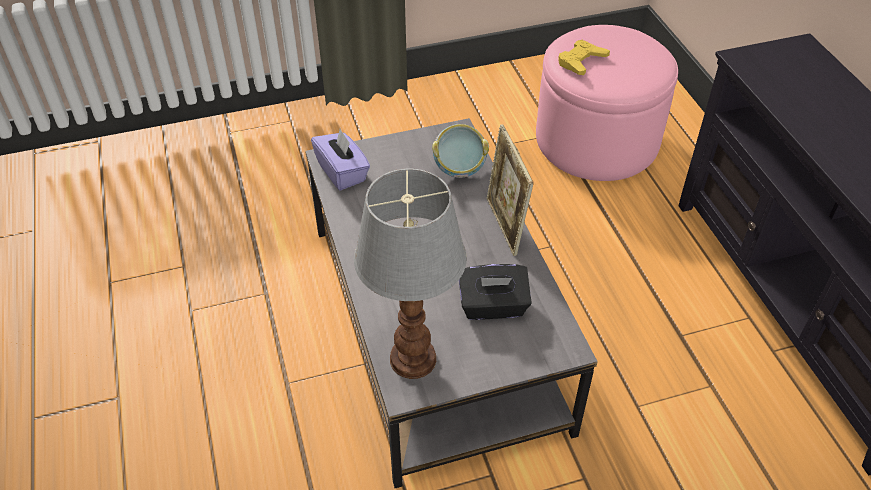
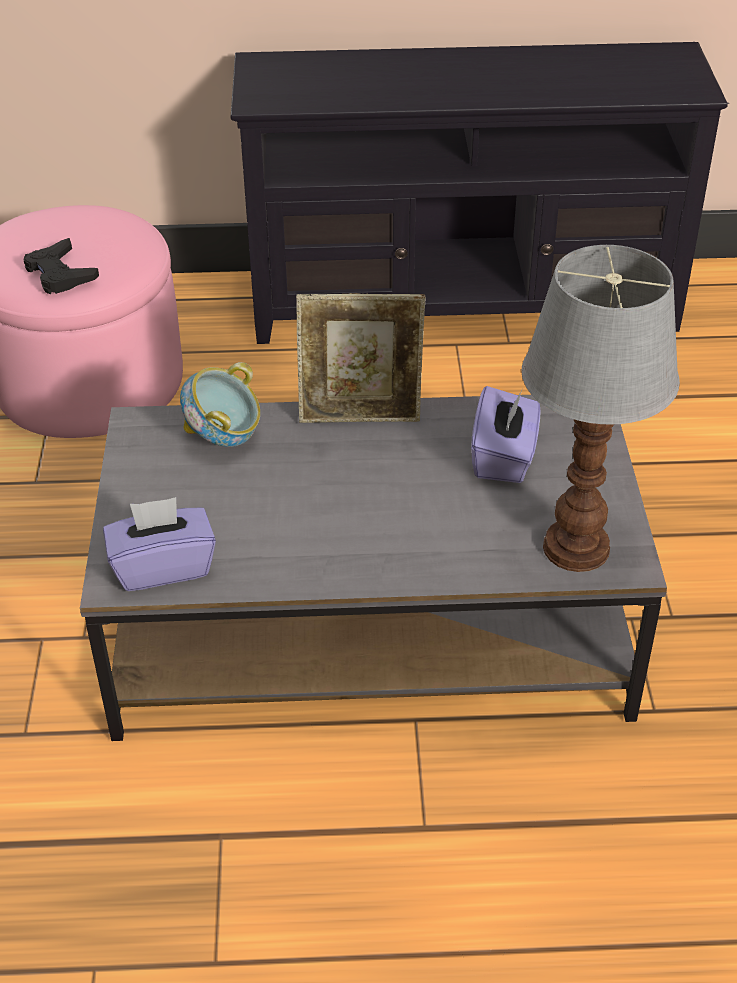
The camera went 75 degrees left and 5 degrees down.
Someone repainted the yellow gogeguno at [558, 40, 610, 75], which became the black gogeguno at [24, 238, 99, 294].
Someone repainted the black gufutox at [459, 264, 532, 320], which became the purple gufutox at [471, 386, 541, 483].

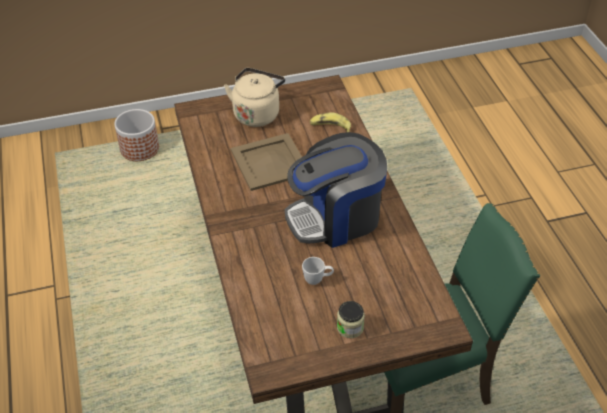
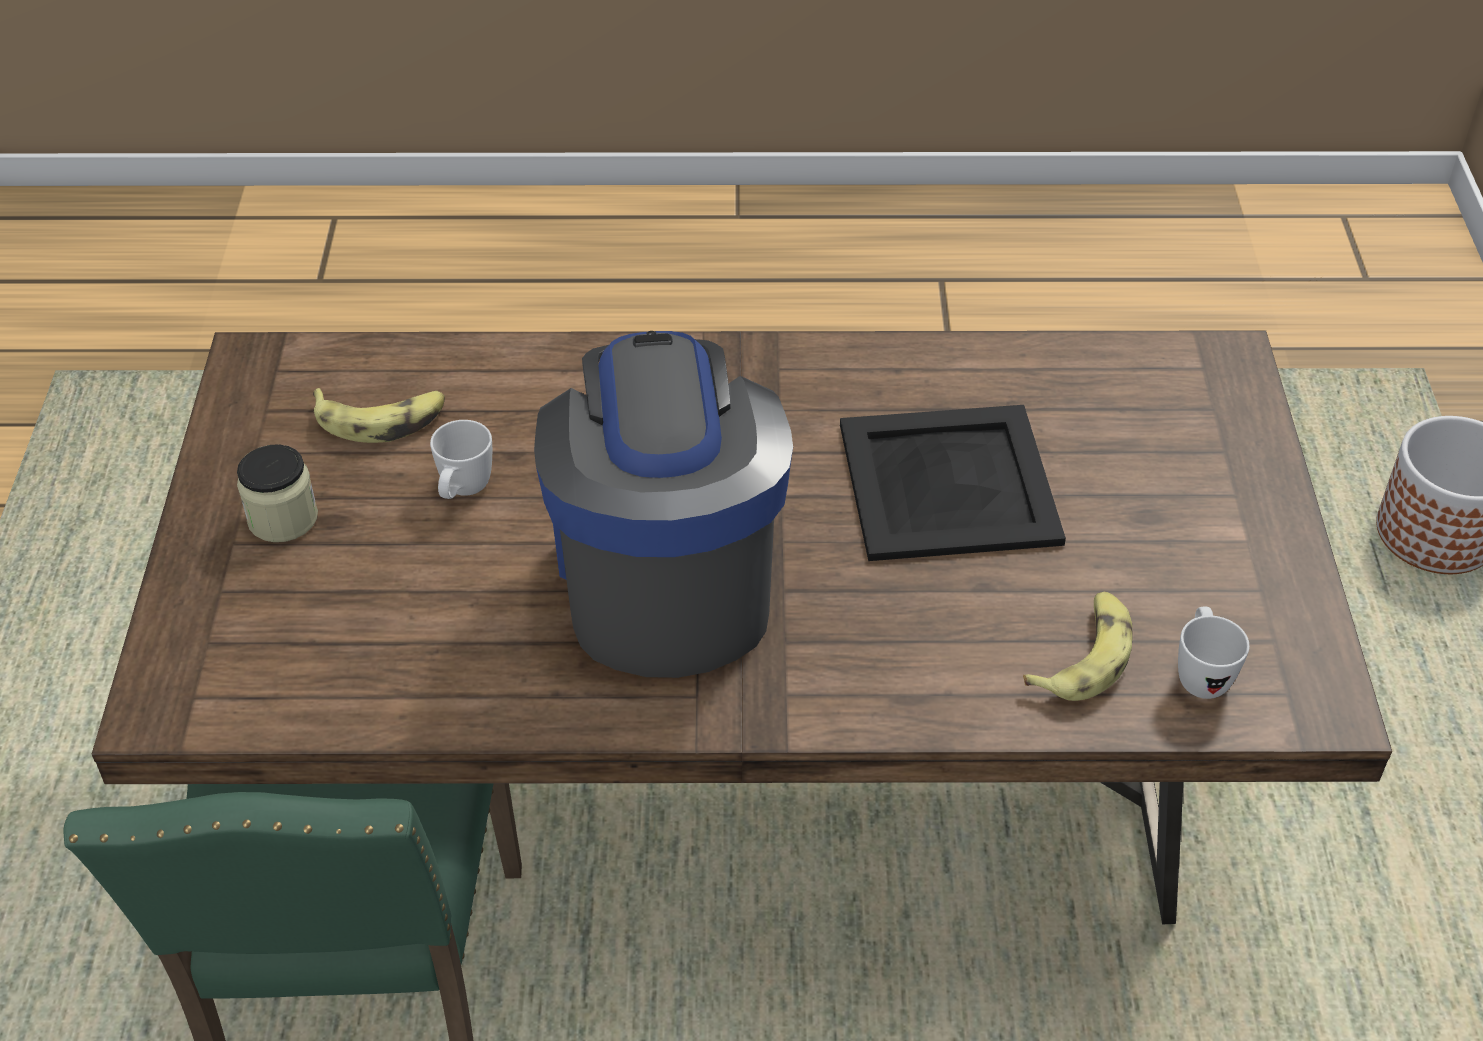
The camera went 105 degrees right and 0 degrees up.
Someone took away the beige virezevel at [224, 68, 285, 127].
Someone repainted the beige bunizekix at [230, 133, 302, 191], which became the black bunizekix at [840, 405, 1066, 561].
Someone put down the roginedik at [313, 388, 445, 443].
Someone put down the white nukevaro at [1178, 606, 1249, 699].

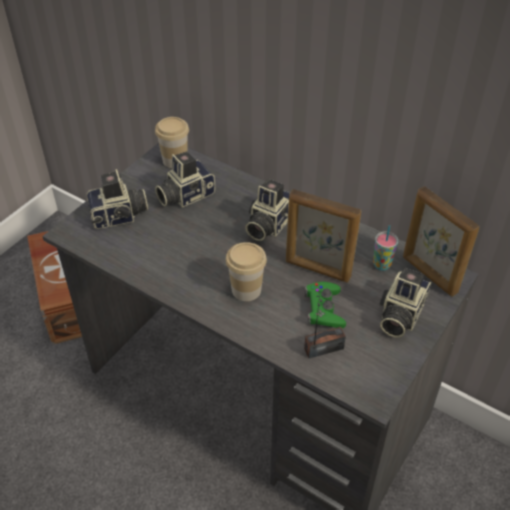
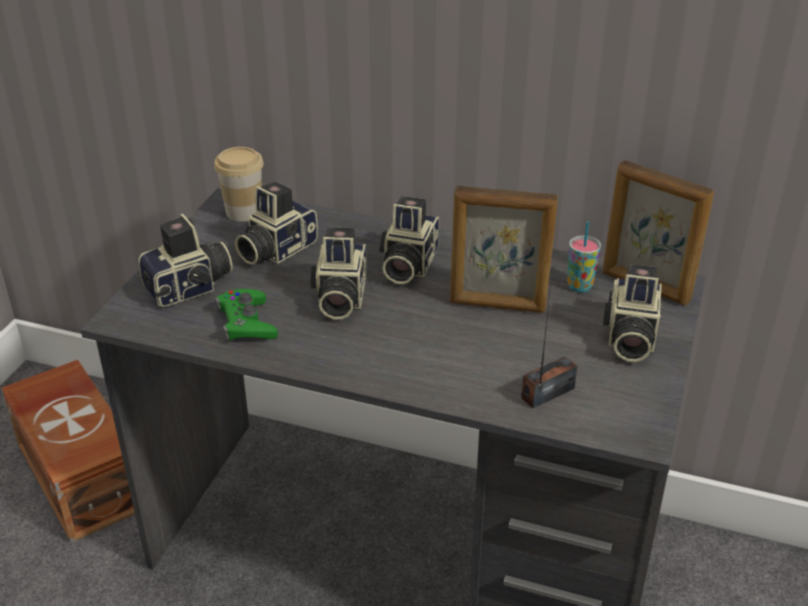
The camera went 15 degrees left and 10 degrees down.
Someone took away the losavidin at [226, 242, 267, 301].
Someone carried the green gogeguno from [305, 282, 346, 328] to [215, 289, 278, 341].
Someone put down the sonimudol at [310, 227, 366, 319].

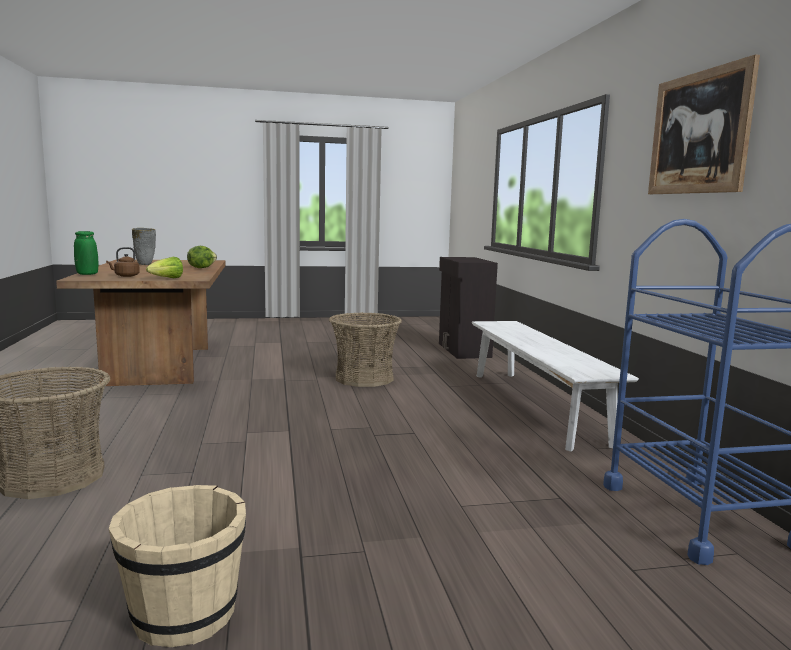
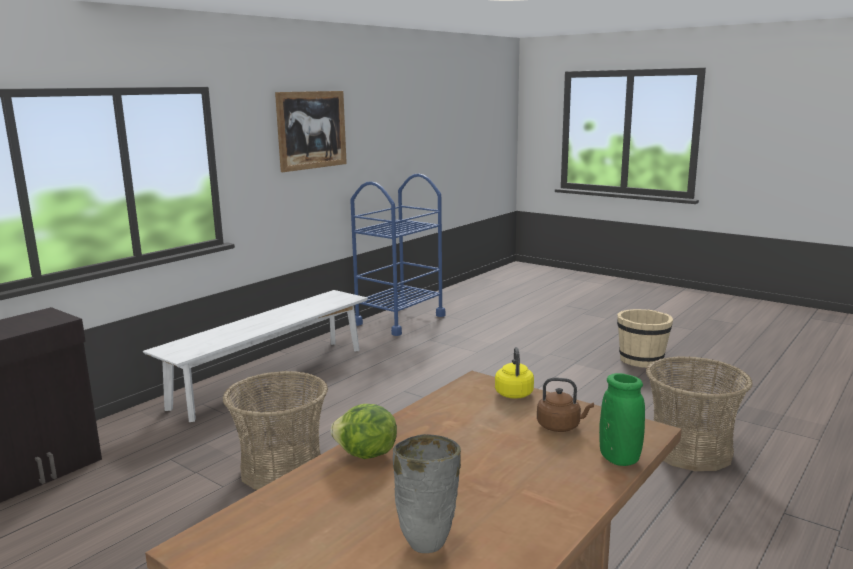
The camera went 130 degrees left and 5 degrees up.
Someone swapped the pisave at [146, 257, 183, 278] for the yellow virezevel at [495, 347, 534, 399].

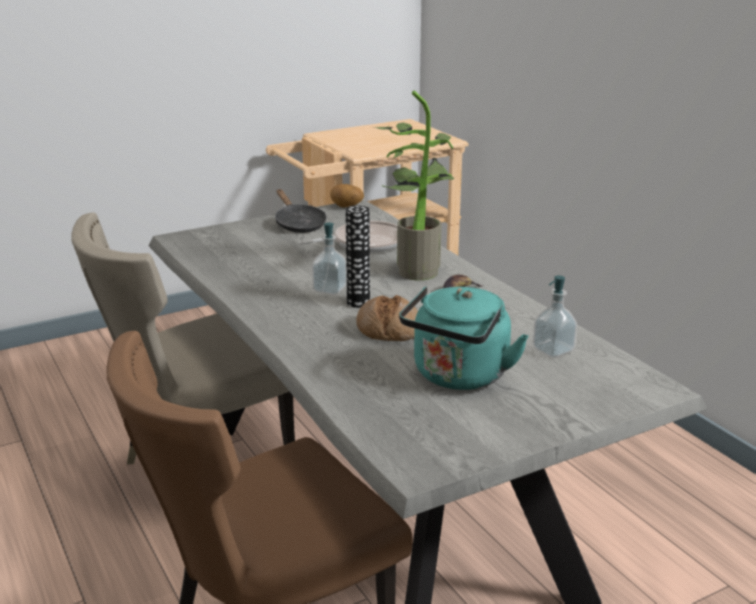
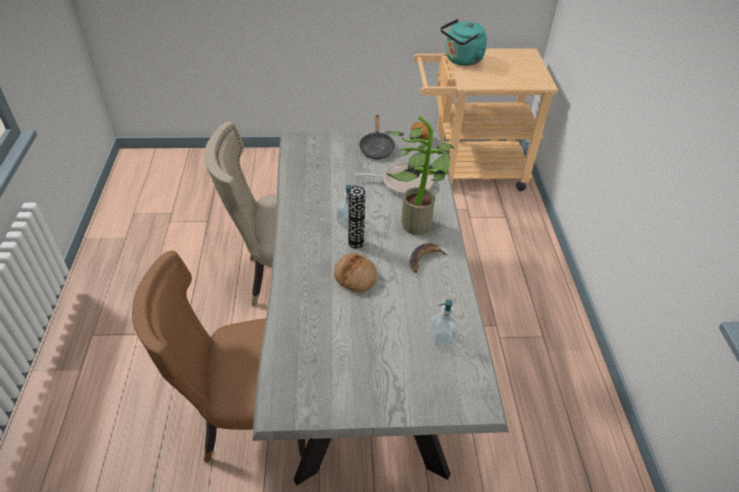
The camera went 25 degrees right and 20 degrees up.
Someone carried the turquoise virezevel from [399, 286, 529, 390] to [440, 19, 487, 66].

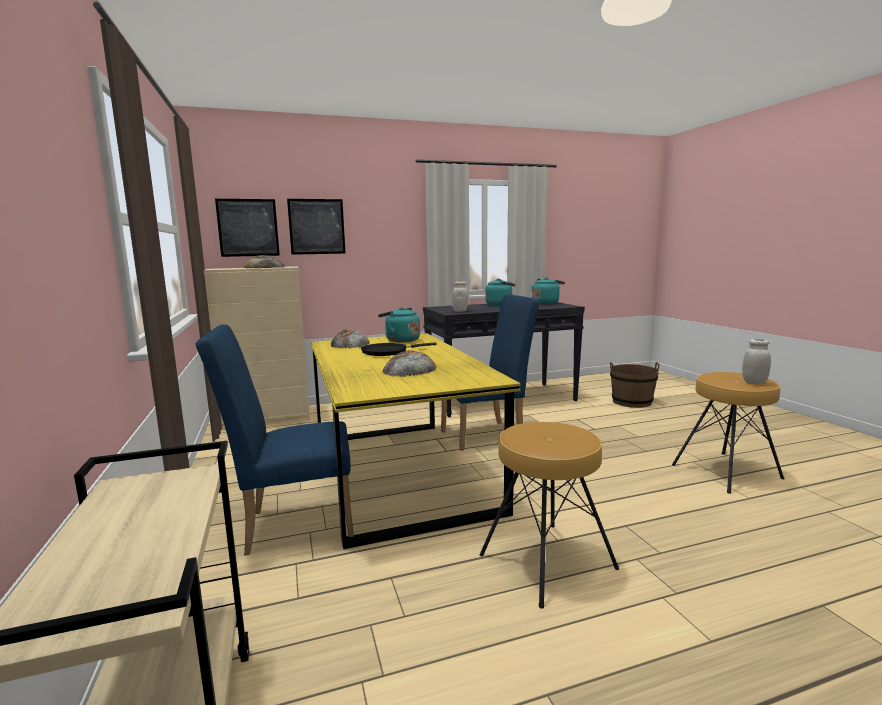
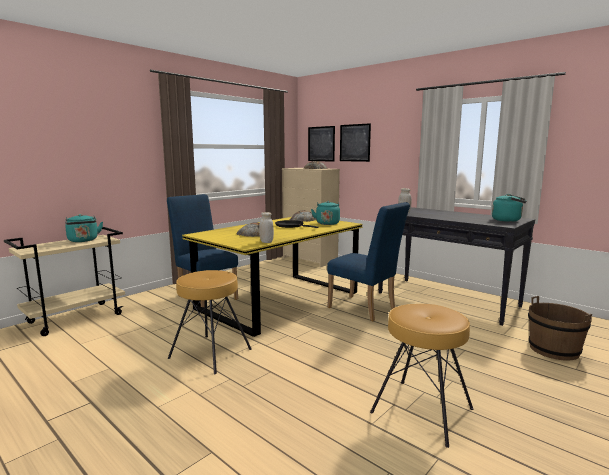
The camera went 60 degrees right and 0 degrees up.
Someone carried the turquoise virezevel from [485, 279, 515, 306] to [65, 214, 103, 242].
Someone carried the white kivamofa from [742, 339, 771, 384] to [259, 212, 274, 243].

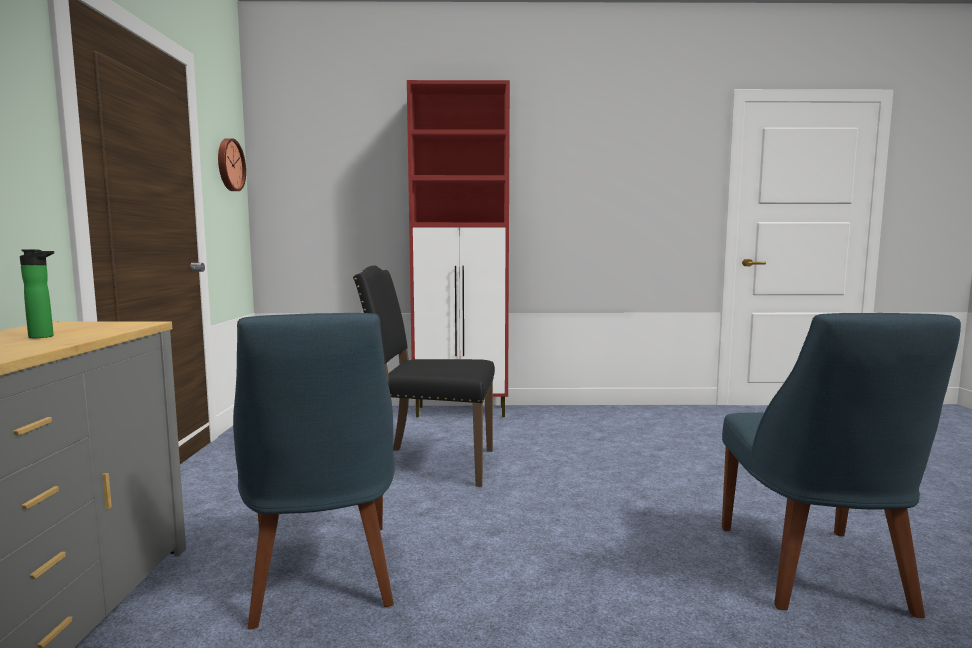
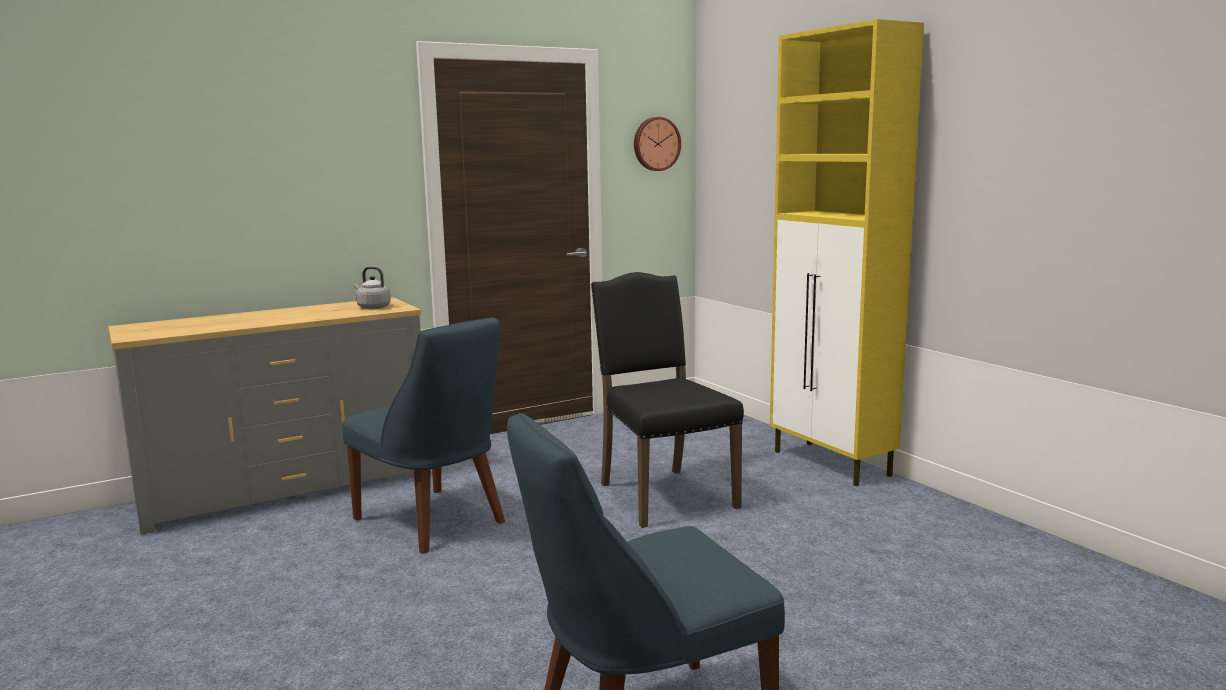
The camera went 60 degrees right and 5 degrees up.
Someone repainted the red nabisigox at [407, 80, 510, 417], which became the yellow nabisigox at [770, 19, 924, 486].
Someone took away the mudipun at [20, 249, 54, 338].
Someone rotated the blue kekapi at [233, 313, 395, 629] by 90 degrees counterclockwise.
Someone put down the grey virezevel at [354, 267, 391, 309].

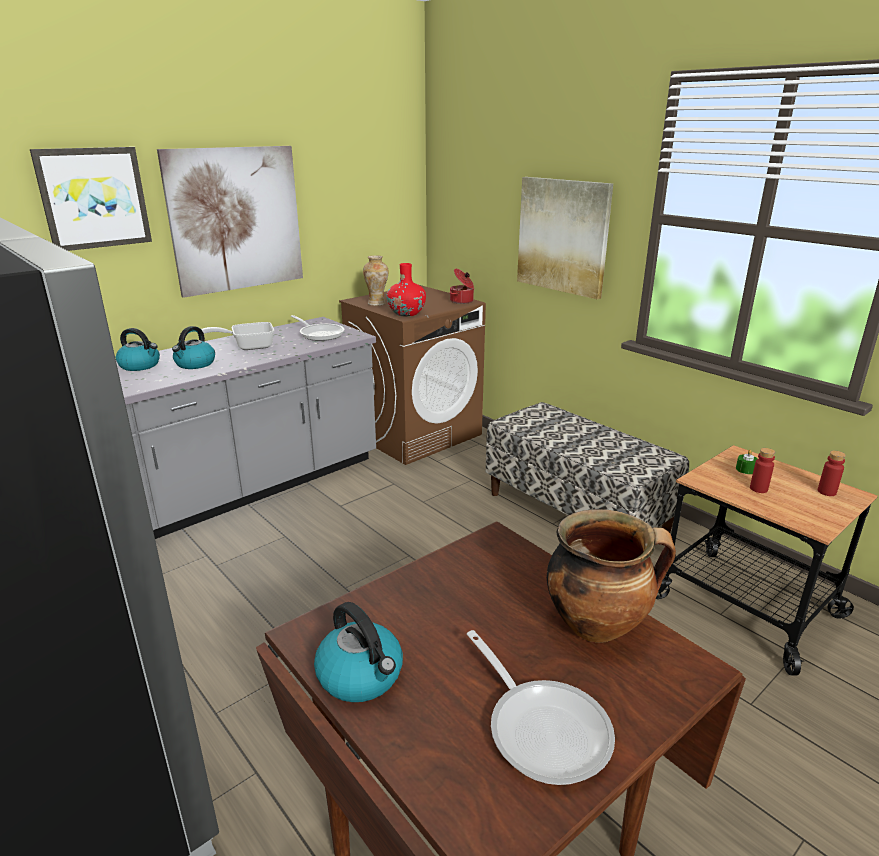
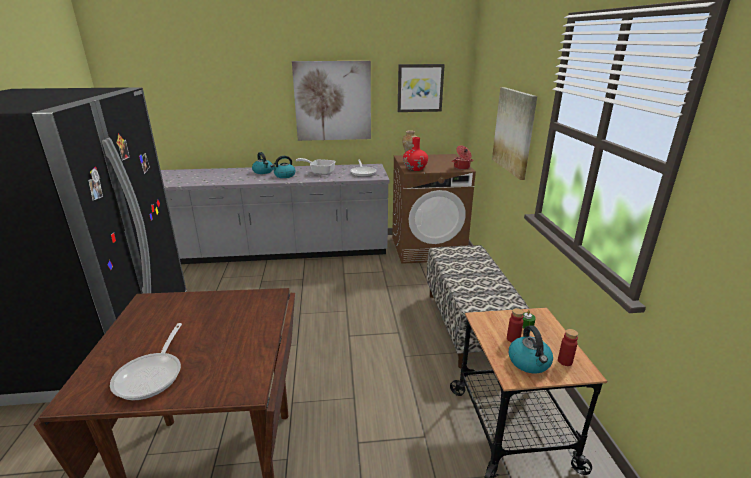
The camera went 35 degrees right and 0 degrees up.
Someone carried the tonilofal from [30, 147, 152, 251] to [398, 64, 445, 112].
Someone took away the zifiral at [547, 509, 676, 643].
Someone carried the virezevel from [314, 602, 403, 702] to [509, 325, 553, 373].

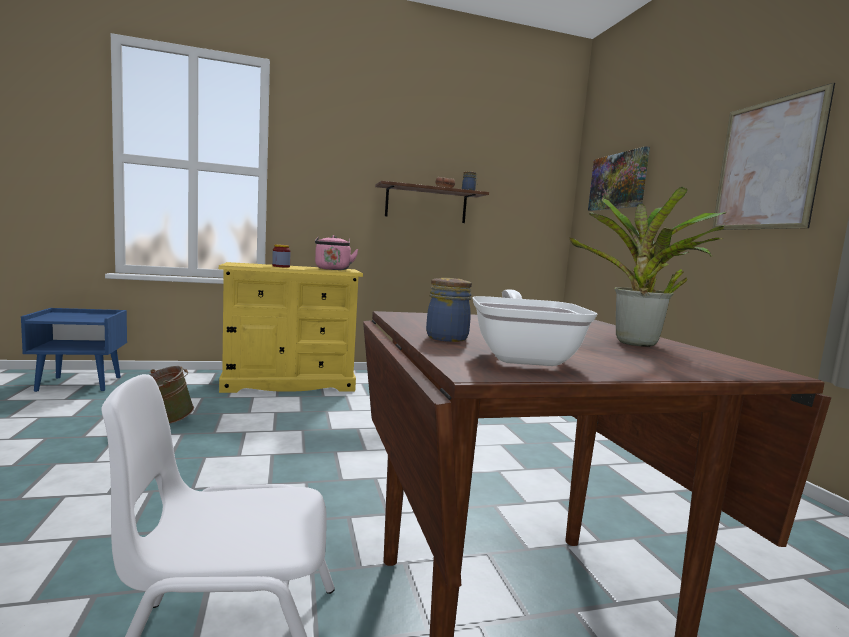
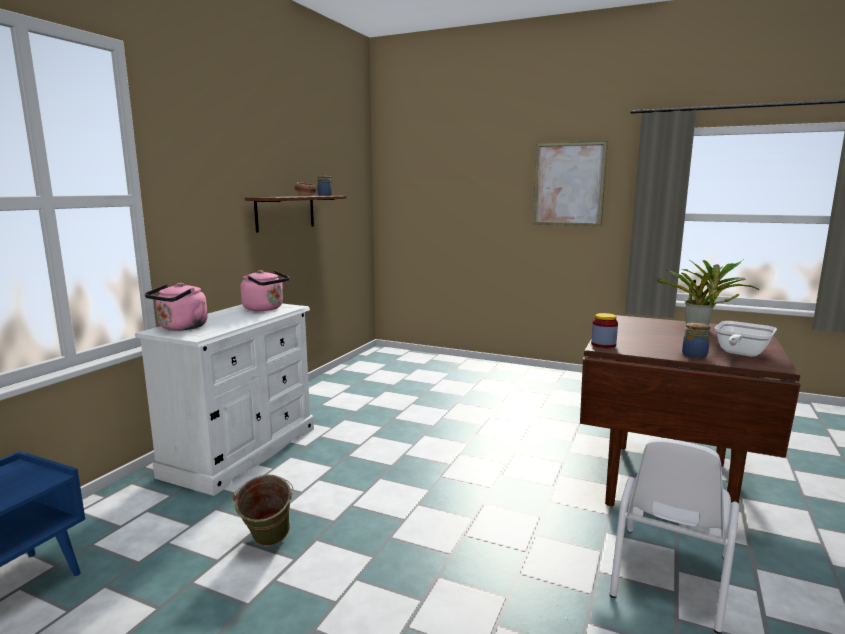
The camera went 50 degrees left and 5 degrees up.
Someone took away the tonilofal at [588, 146, 650, 211].
Someone carried the kivamofa from [272, 244, 291, 267] to [591, 313, 618, 348].
Someone repainted the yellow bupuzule at [219, 262, 363, 393], which became the white bupuzule at [135, 304, 314, 496].
Someone rotated the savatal at [472, 289, 597, 366] by 90 degrees counterclockwise.
Someone put down the pink virezevel at [145, 283, 208, 331].

